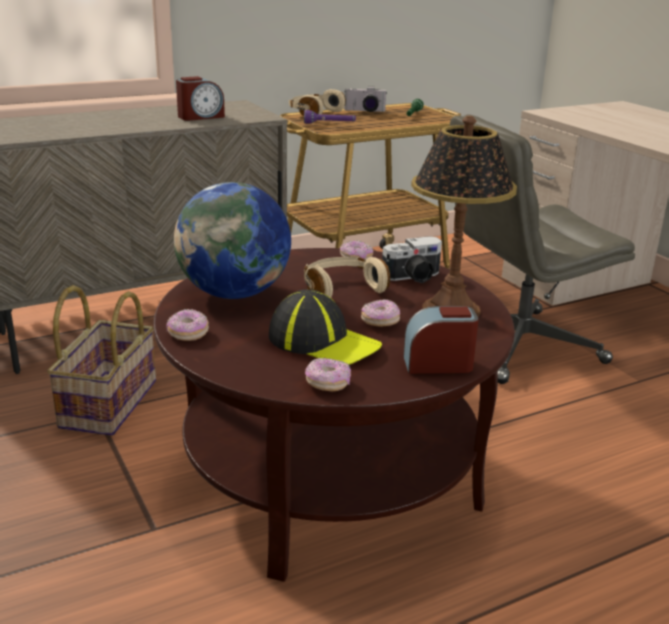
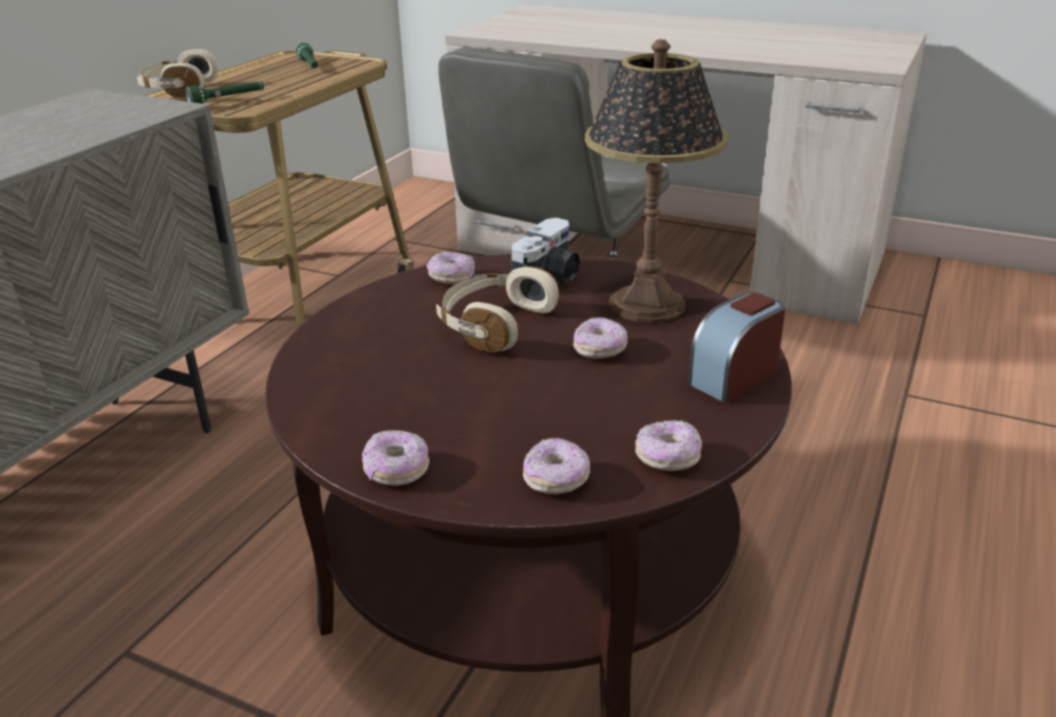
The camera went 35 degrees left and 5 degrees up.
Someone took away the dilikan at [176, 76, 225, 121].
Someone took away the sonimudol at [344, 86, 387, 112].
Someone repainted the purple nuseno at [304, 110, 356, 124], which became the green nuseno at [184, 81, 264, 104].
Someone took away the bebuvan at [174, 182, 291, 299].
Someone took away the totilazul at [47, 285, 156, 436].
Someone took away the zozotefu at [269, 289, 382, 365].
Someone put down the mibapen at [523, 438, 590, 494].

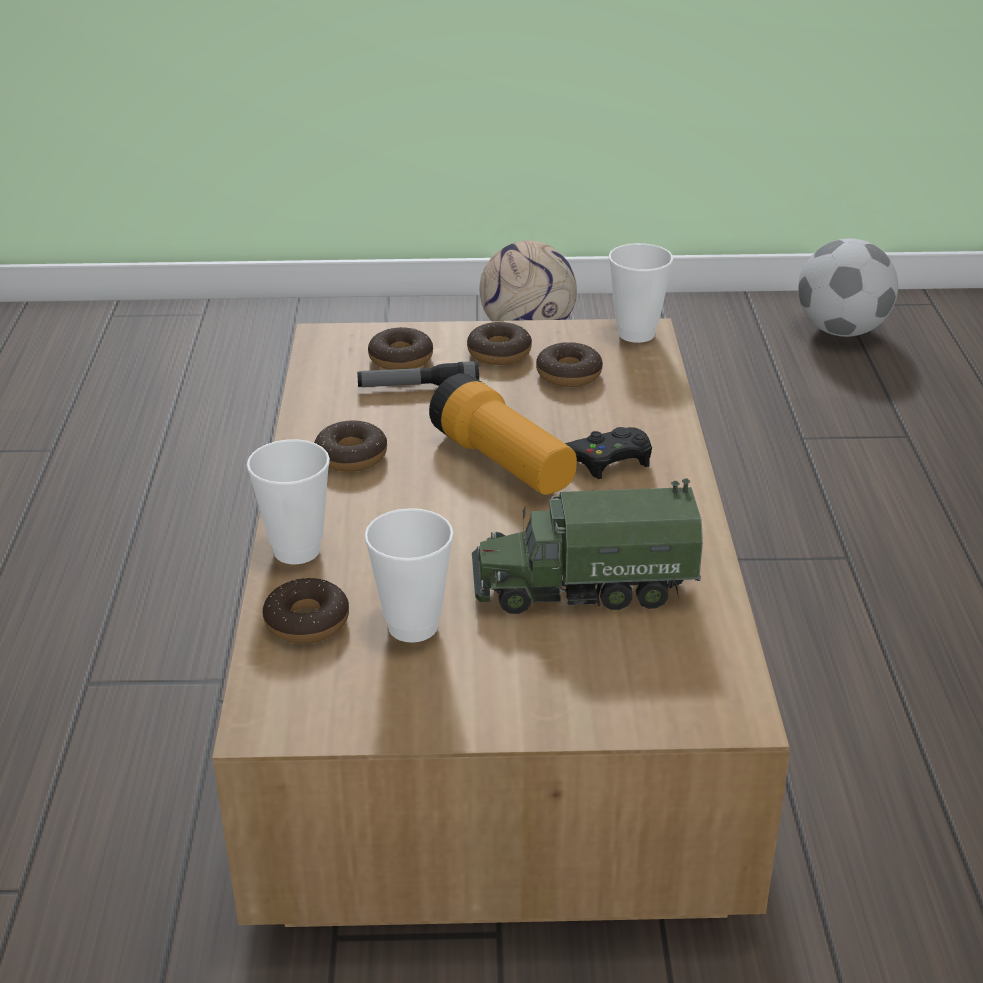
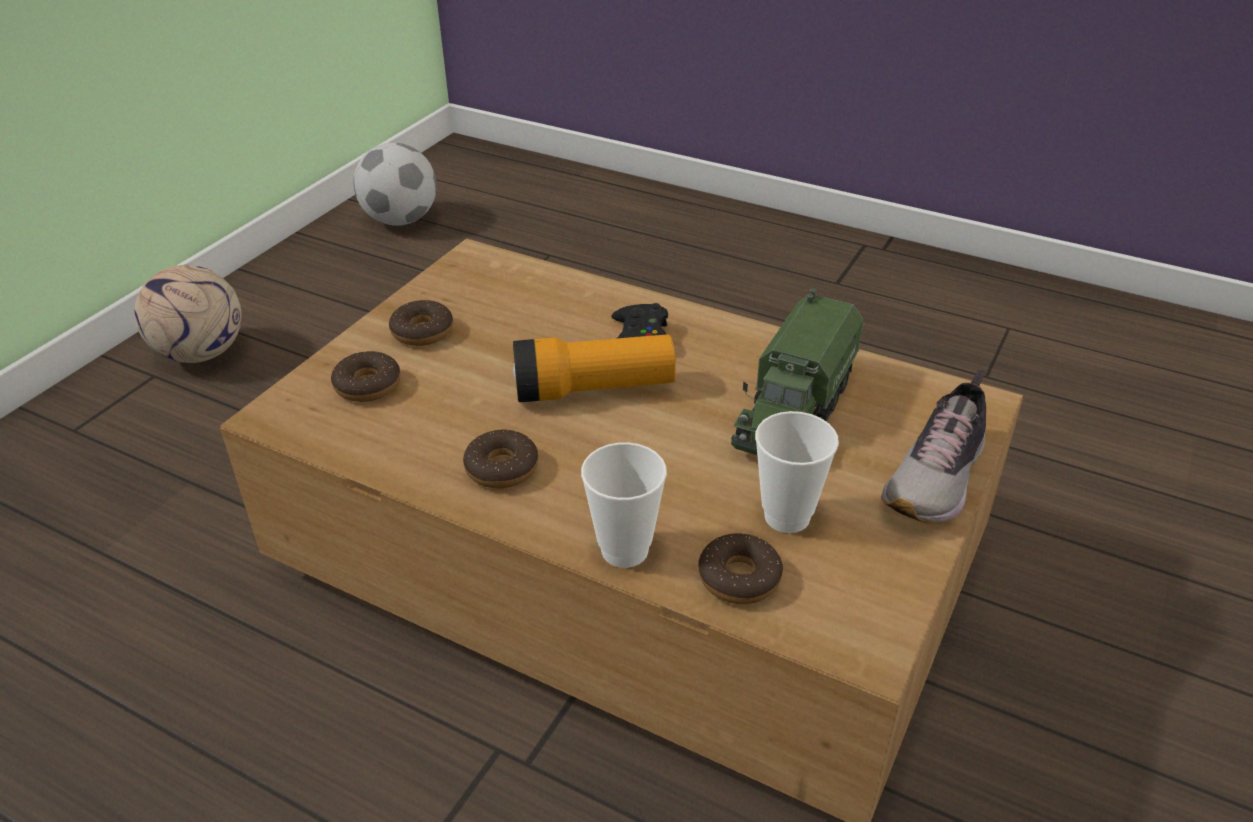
The camera went 60 degrees left and 5 degrees up.
Someone took away the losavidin at [609, 243, 673, 343].
Someone took away the mibapen at [536, 342, 603, 387].
Someone took away the nuseno at [357, 361, 479, 387].
Someone put down the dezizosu at [881, 369, 986, 524].

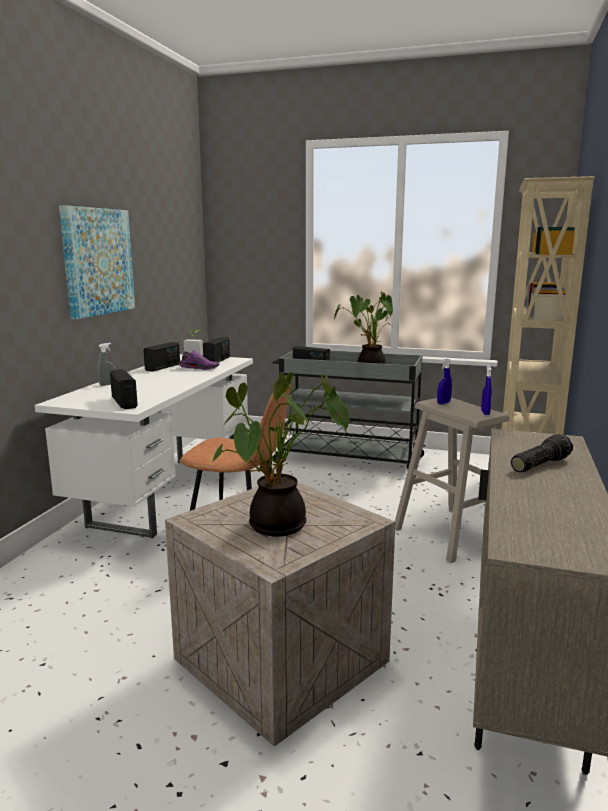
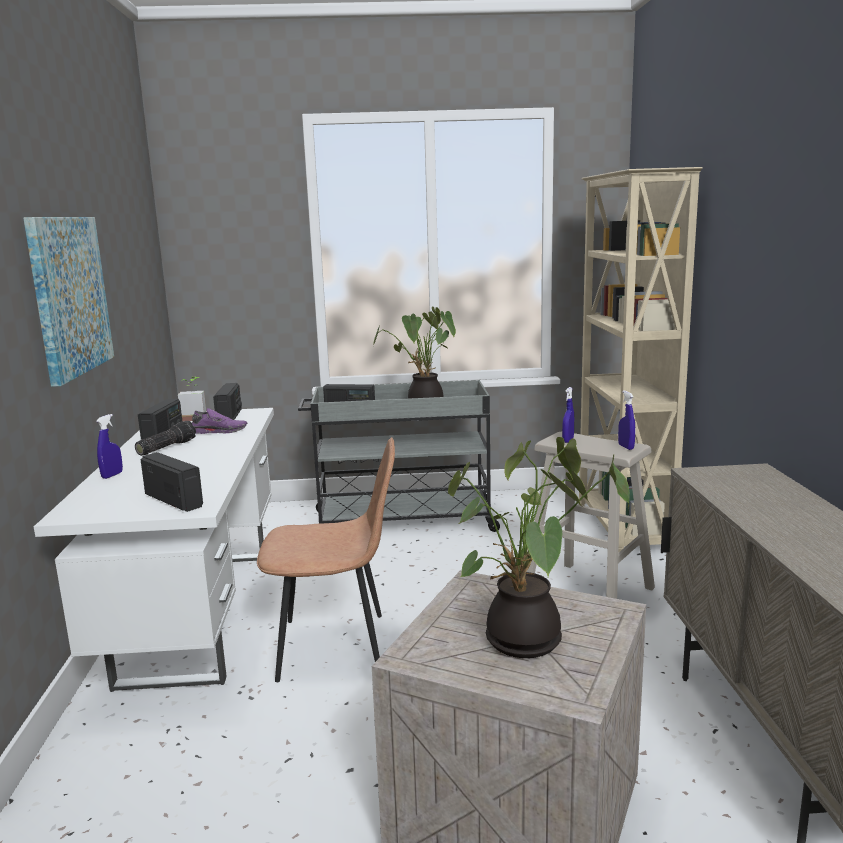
The camera went 20 degrees left and 0 degrees up.
Someone repainted the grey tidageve at [97, 343, 115, 386], which became the blue tidageve at [96, 414, 123, 479].
Someone carried the nuseno from [511, 434, 573, 472] to [135, 421, 196, 456].

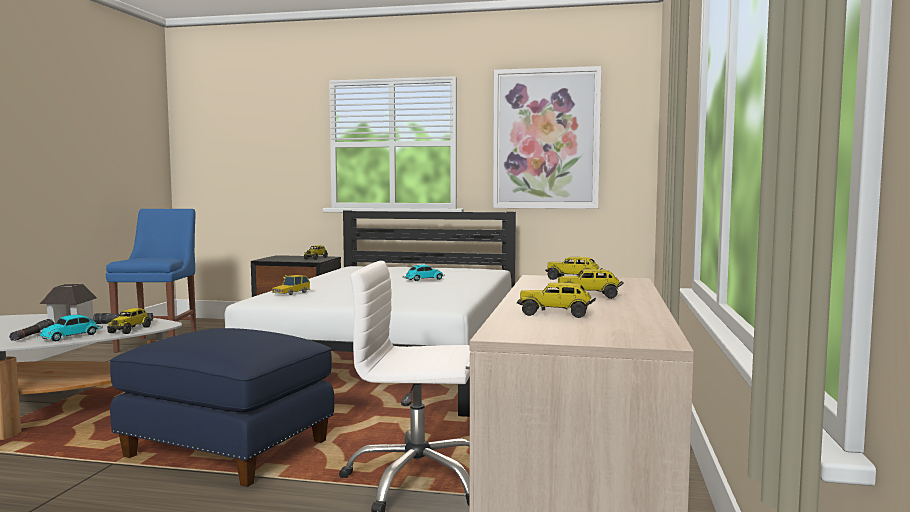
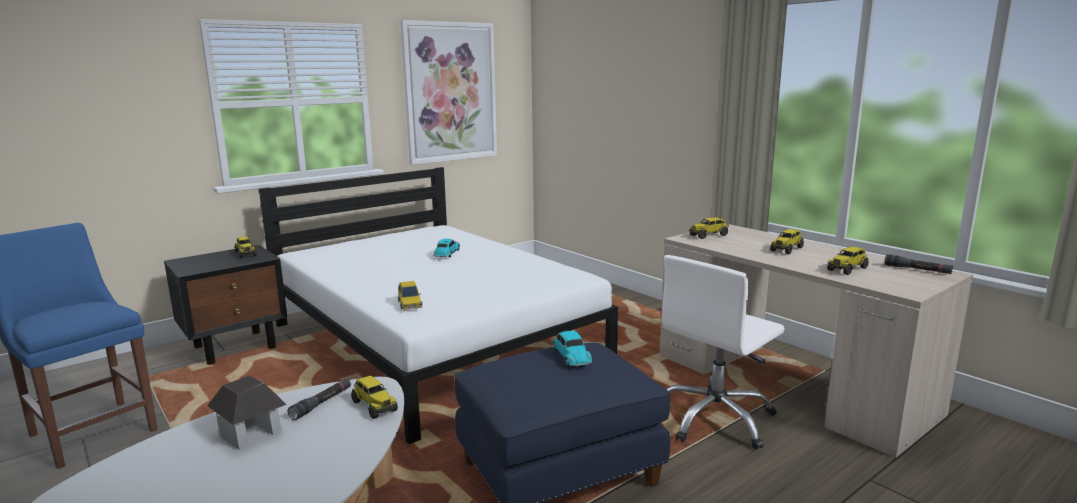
The camera went 50 degrees left and 10 degrees up.
Someone carried the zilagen from [37, 315, 103, 341] to [551, 331, 592, 367].
Someone carried the black nuseno from [9, 319, 55, 341] to [884, 254, 953, 274].

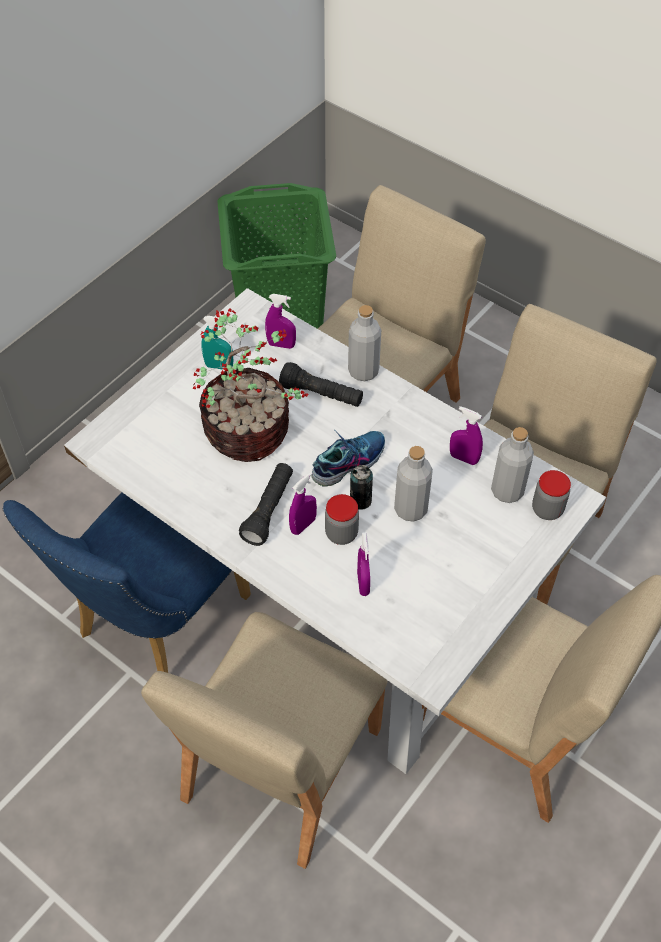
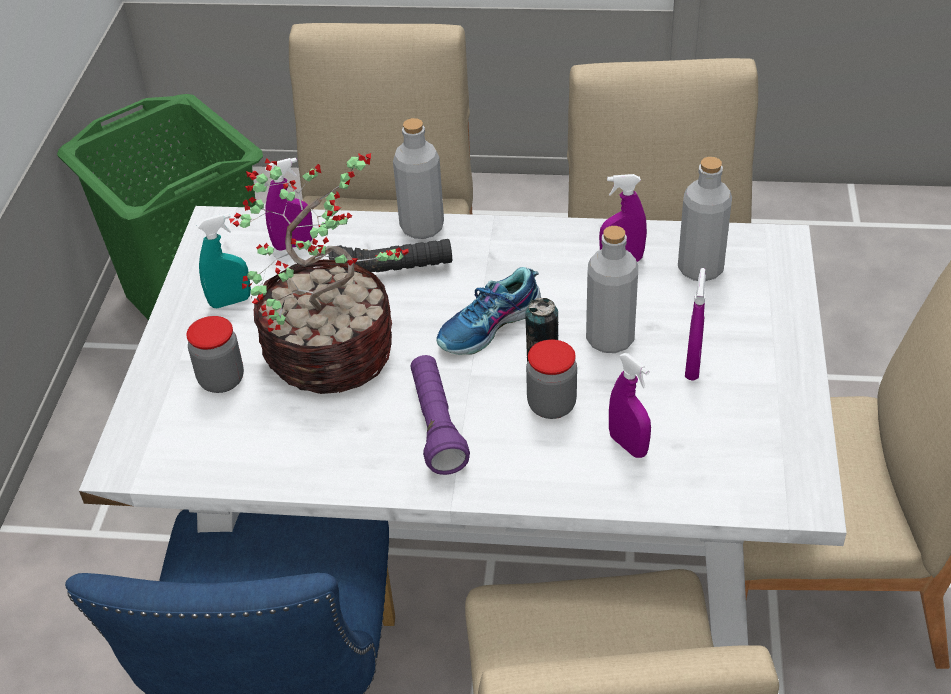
The camera went 30 degrees left and 10 degrees down.
Someone rotated the dezizosu at [312, 430, 385, 487] by 150 degrees counterclockwise.
Someone repainted the black nuseno at [239, 463, 293, 546], which became the purple nuseno at [411, 355, 470, 475].
Someone carried the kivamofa from [532, 470, 571, 520] to [186, 316, 244, 393].
Someone carried the purple tidageve from [289, 472, 317, 535] to [685, 268, 706, 380].

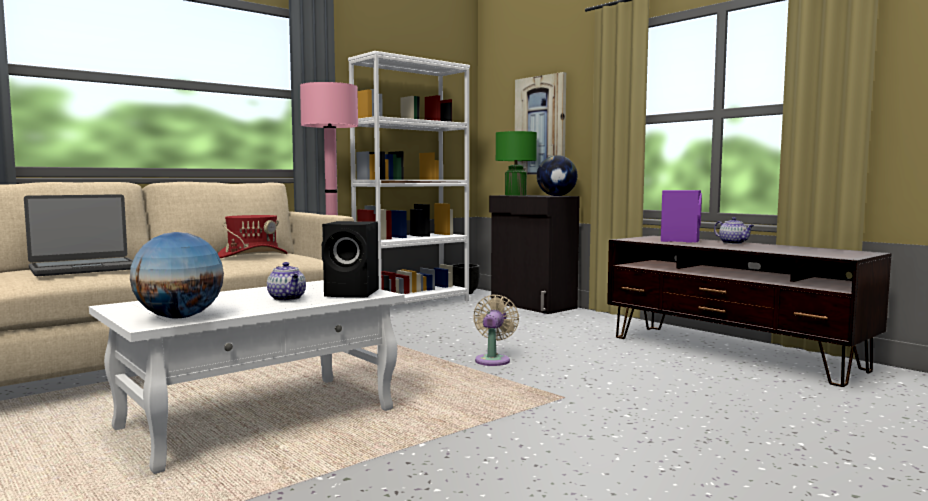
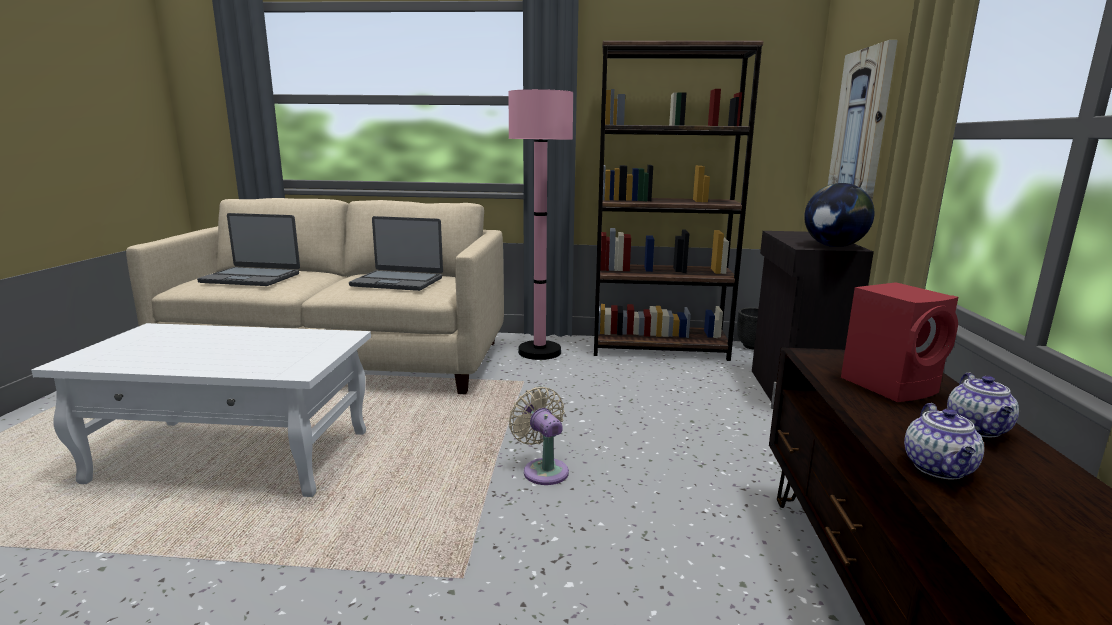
The camera went 45 degrees right and 10 degrees up.
Someone repainted the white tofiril at [348, 51, 470, 306], which became the brown tofiril at [594, 41, 763, 361].
Someone took away the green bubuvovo at [496, 131, 537, 196].
Someone repainted the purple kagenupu at [661, 190, 702, 243], which became the red kagenupu at [841, 282, 958, 402].
Someone swapped the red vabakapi at [218, 215, 288, 258] for the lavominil at [349, 216, 443, 291].
Someone took away the black kagenupu at [322, 221, 379, 298].
Someone took away the bebuvan at [130, 232, 224, 318].
Someone carried the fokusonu from [267, 262, 306, 301] to [904, 403, 984, 479].
Someone rotated the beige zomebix at [473, 294, 519, 366] by 90 degrees counterclockwise.

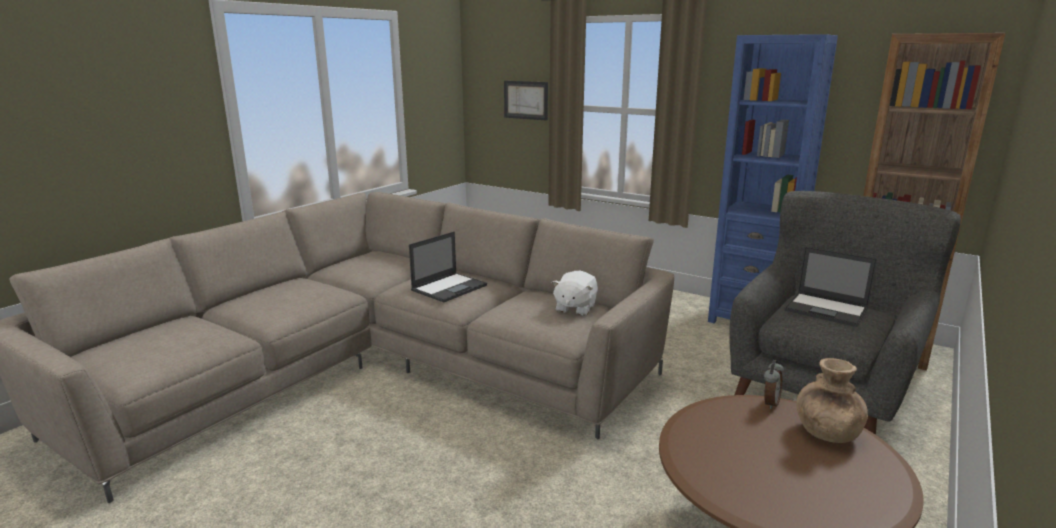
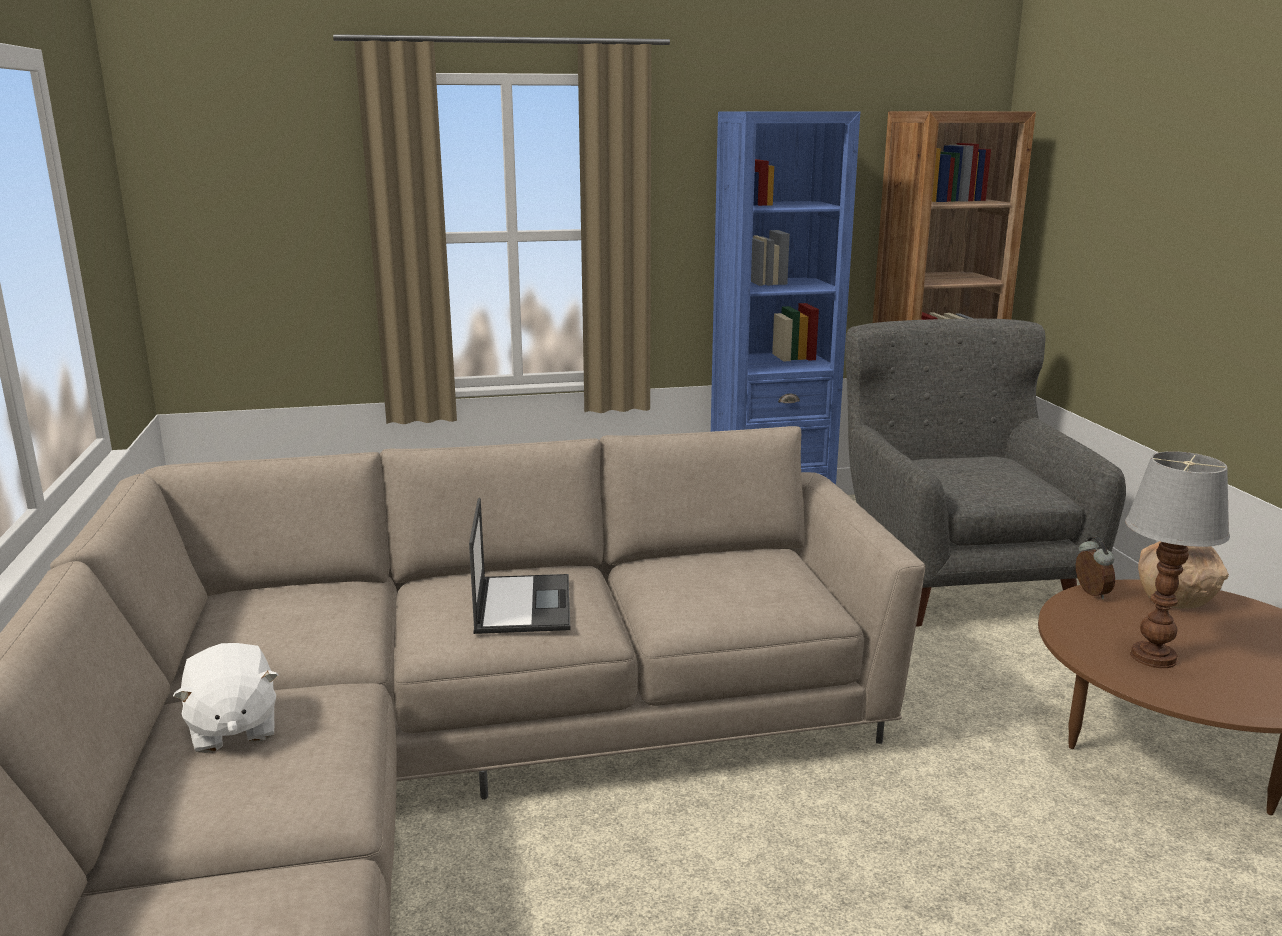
The camera went 45 degrees left and 0 degrees up.
Someone took away the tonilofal at [504, 81, 548, 121].
Someone took away the lavominil at [785, 247, 877, 327].
Someone carried the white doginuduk from [552, 271, 598, 316] to [173, 643, 279, 753].
Someone put down the bubuvovo at [1125, 451, 1230, 668].

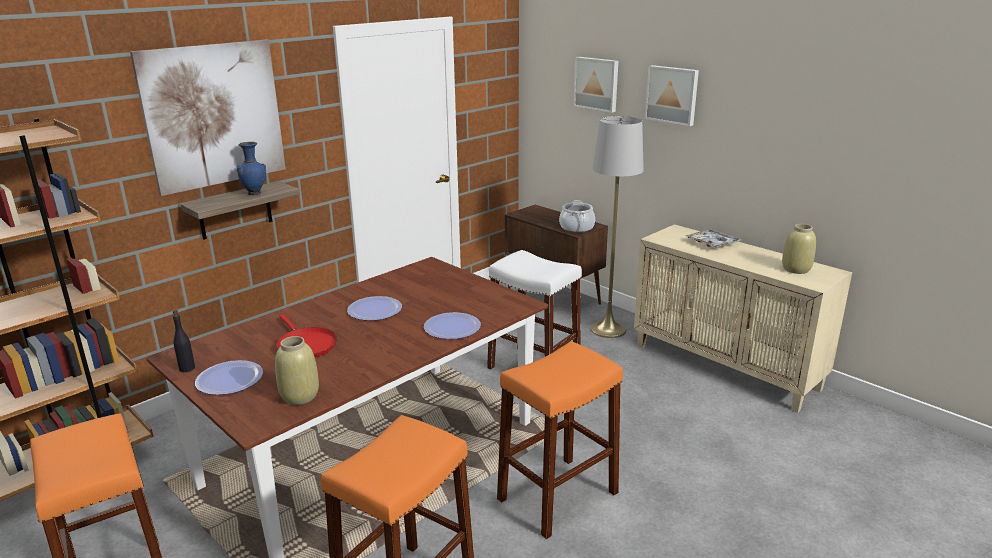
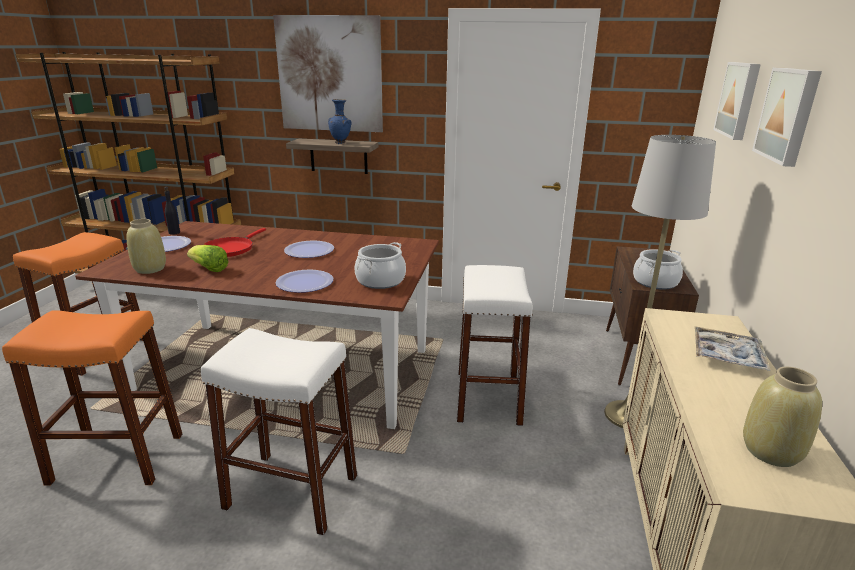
The camera went 55 degrees right and 0 degrees up.
Someone repainted the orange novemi at [497, 341, 623, 539], which became the white novemi at [201, 328, 357, 536].
Someone put down the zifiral at [354, 242, 406, 289].
Someone put down the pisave at [187, 245, 229, 272].

